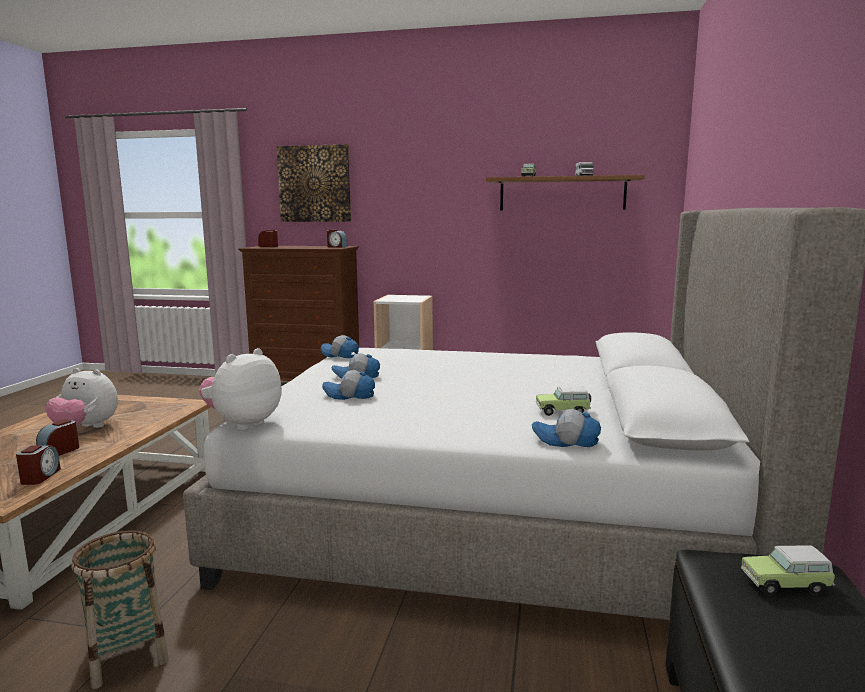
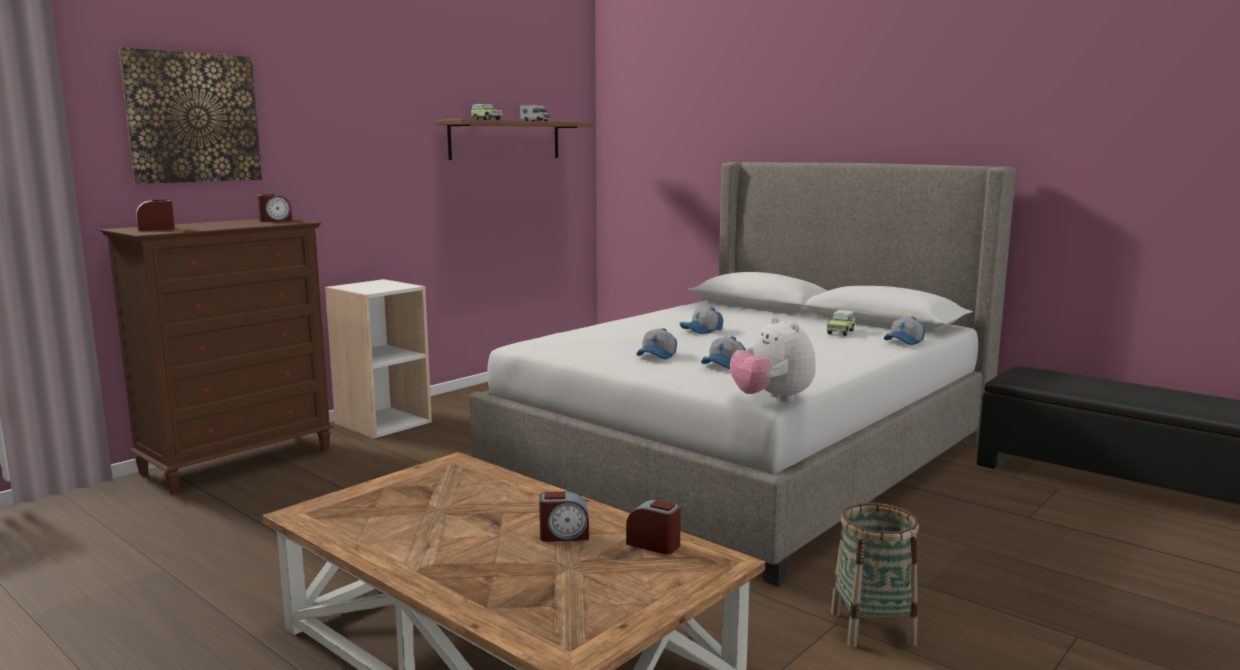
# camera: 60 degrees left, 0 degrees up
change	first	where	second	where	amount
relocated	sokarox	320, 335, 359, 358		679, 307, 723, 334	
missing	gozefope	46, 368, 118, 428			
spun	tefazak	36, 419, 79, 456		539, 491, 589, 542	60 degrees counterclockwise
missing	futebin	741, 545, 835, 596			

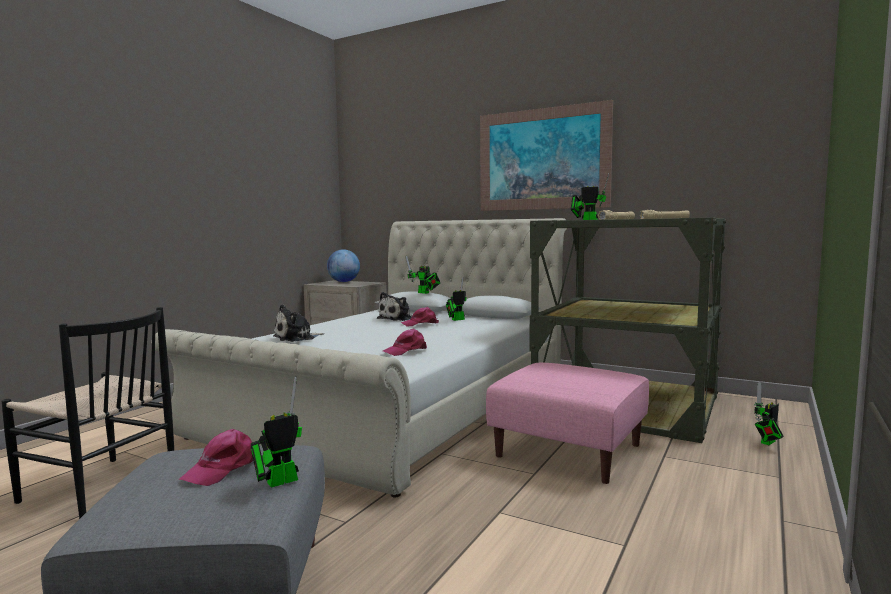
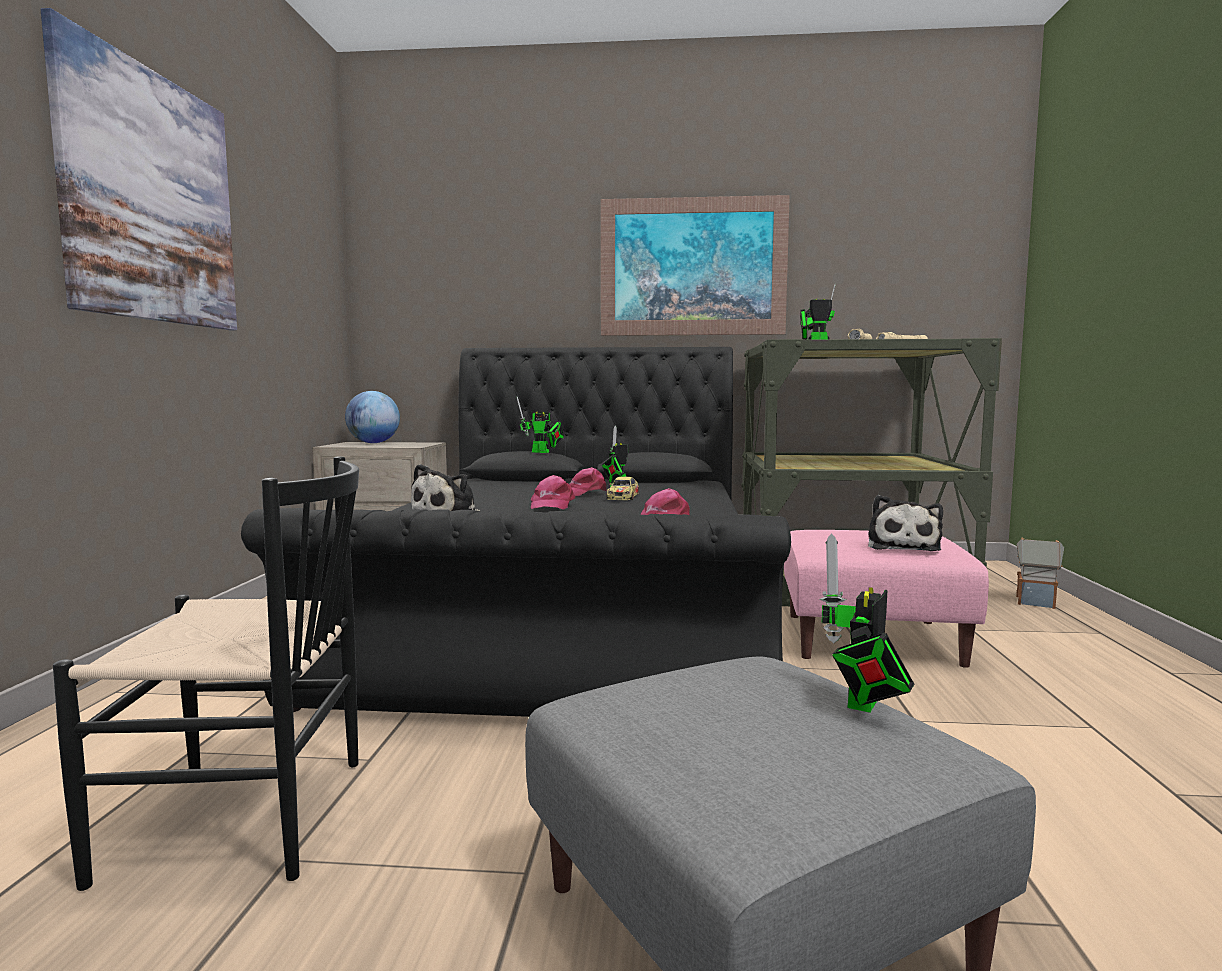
# camera: 25 degrees left, 0 degrees up
change	first	where	second	where	amount
colour	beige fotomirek	151, 218, 567, 497	black fotomirek	241, 347, 791, 717	
relocated	gozefope	377, 292, 412, 321		868, 495, 943, 551	
exchanged	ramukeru	754, 381, 783, 445	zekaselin	1016, 537, 1064, 609	
relocated	pink sokarox	179, 429, 253, 486		531, 475, 575, 510	
appeared			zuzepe	41, 8, 237, 330	
appeared			futebin	606, 477, 639, 500	

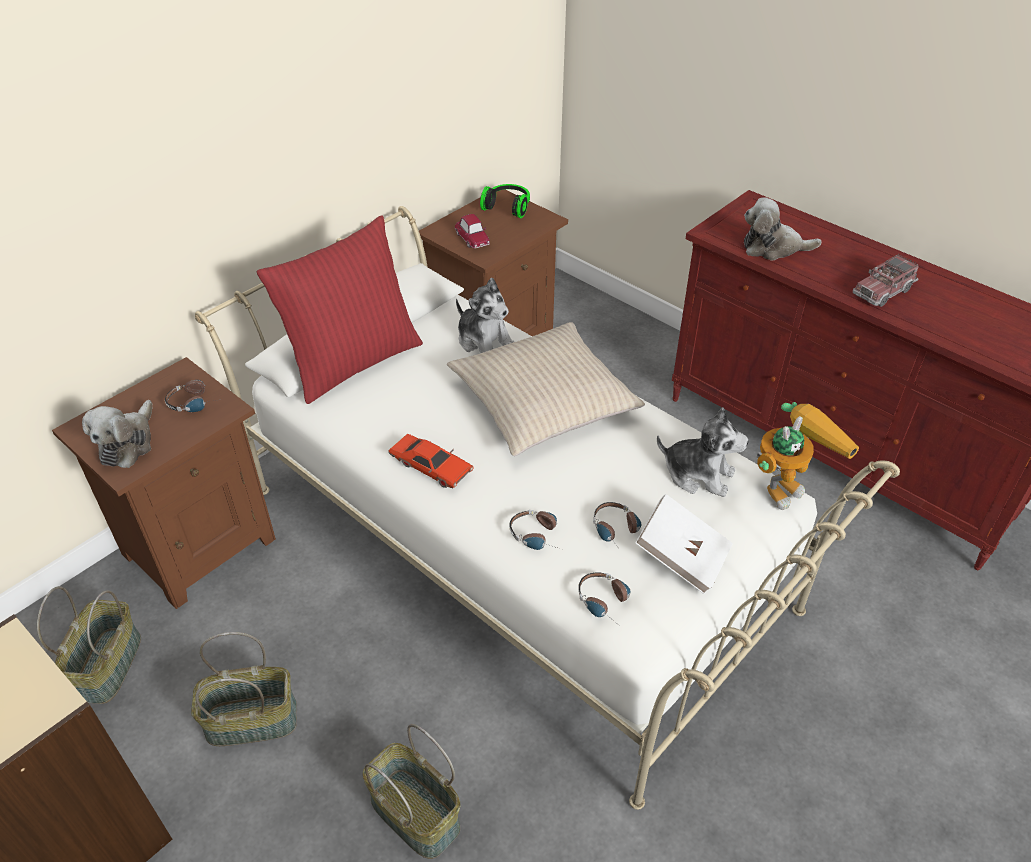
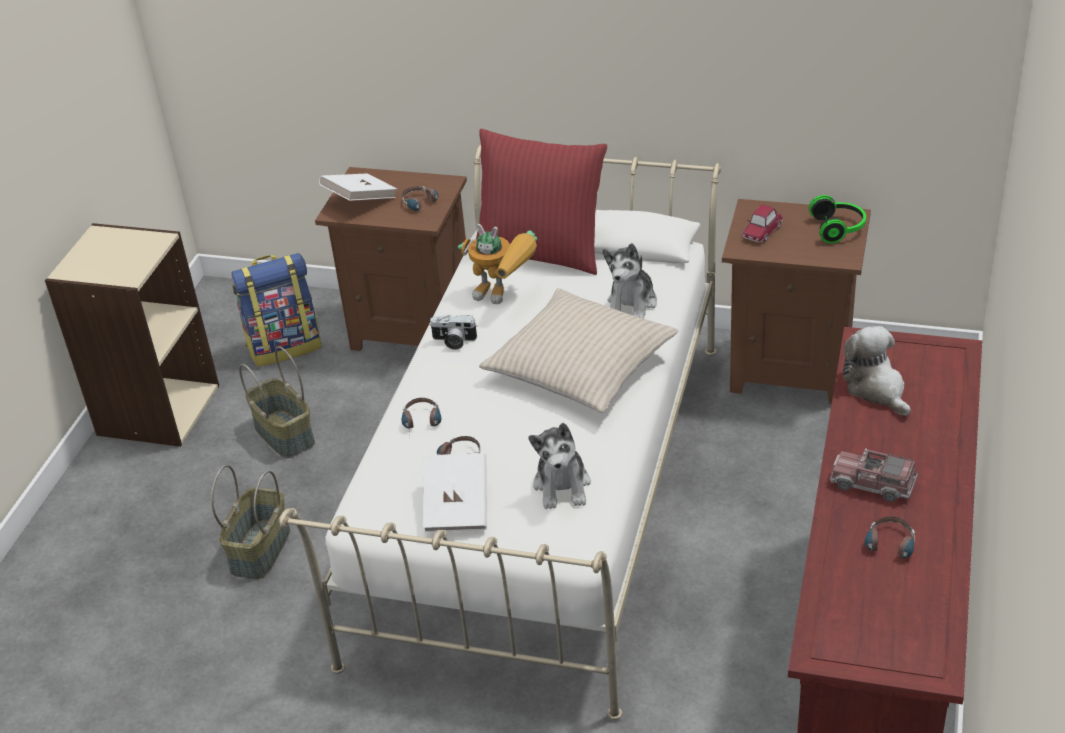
# camera: 65 degrees right, 5 degrees down
change	first	where	second	where	amount
exchanged	gozefope	82, 400, 153, 468	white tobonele	319, 174, 397, 201	
relocated	ramukeru	756, 402, 859, 510		458, 224, 537, 304	
exchanged	red futebin	388, 433, 474, 489	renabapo	429, 315, 477, 350	
relocated	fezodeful	578, 573, 630, 628		865, 516, 915, 564	
exchanged	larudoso	37, 586, 141, 704	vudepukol	231, 253, 322, 367	

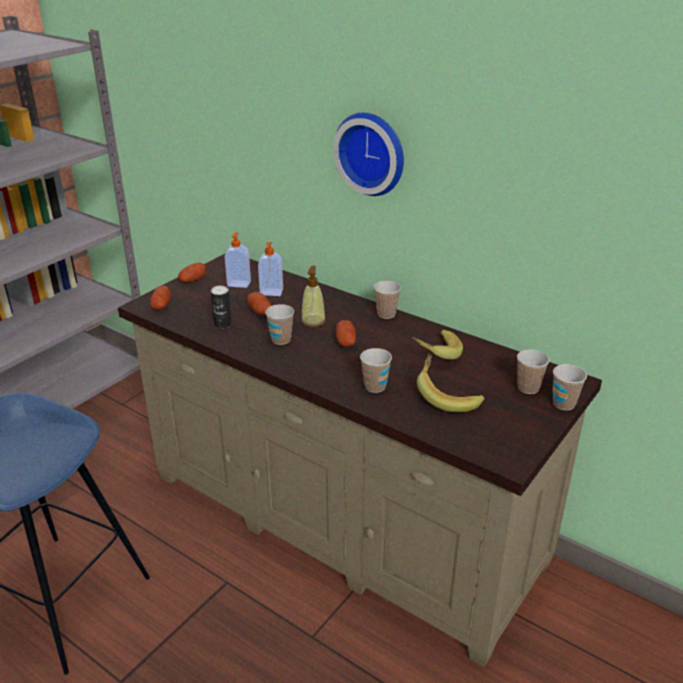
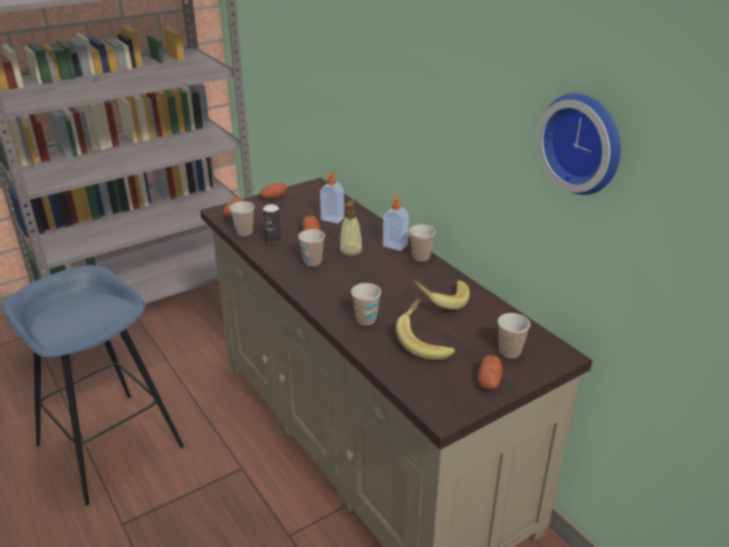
# camera: 20 degrees right, 0 degrees up
change	first	where	second	where	amount
relocated	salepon	333, 113, 404, 196		537, 93, 620, 195	
relocated	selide	225, 232, 251, 288		383, 195, 409, 251	
relocated	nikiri	336, 320, 356, 347		478, 355, 503, 389	
relocated	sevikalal	553, 364, 587, 410		230, 201, 255, 236	

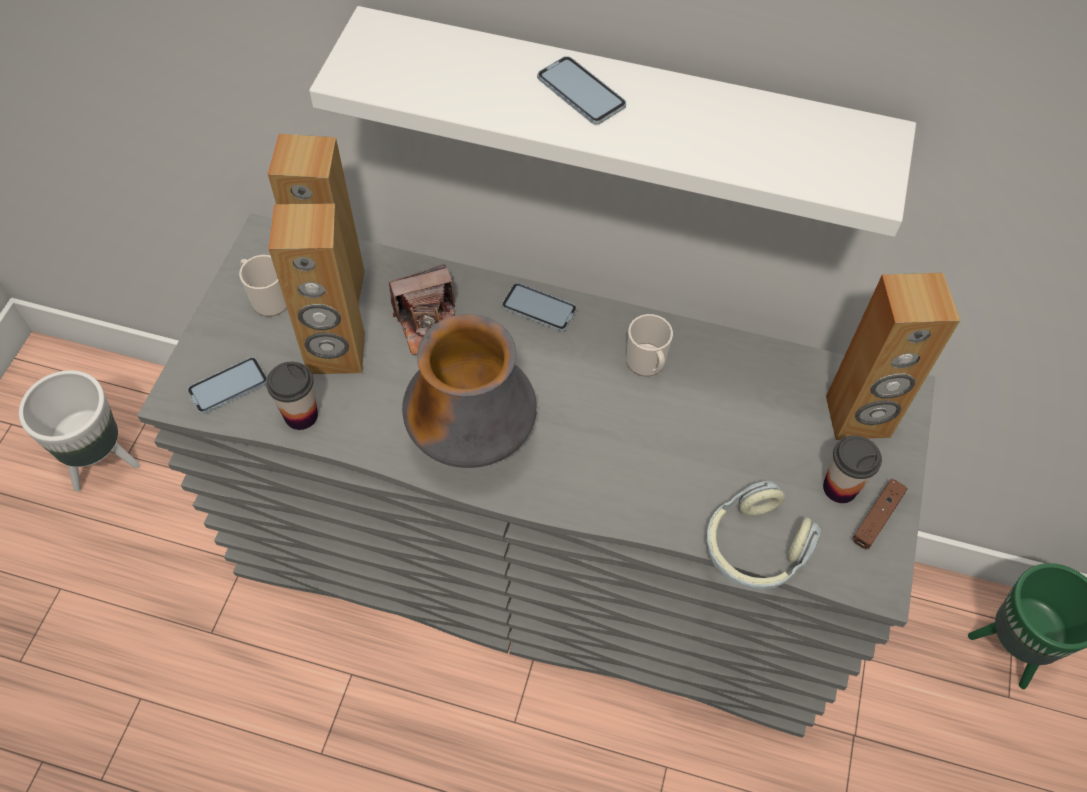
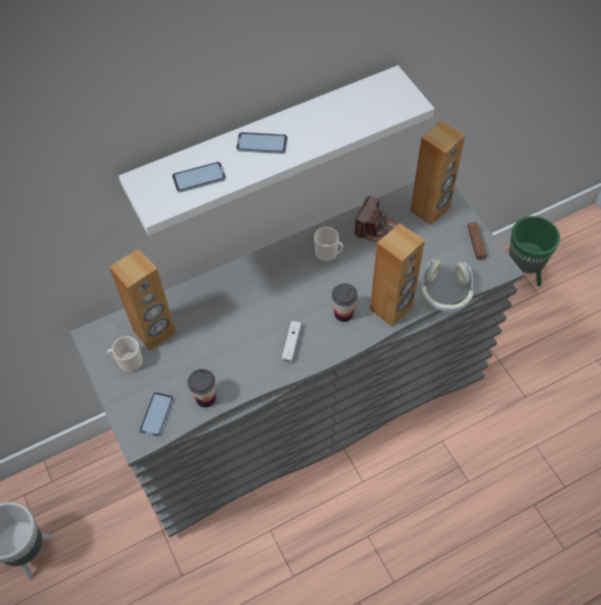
# camera: 40 degrees left, 0 degrees up
change	first	where	second	where	amount
relocated	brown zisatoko	269, 203, 365, 374		370, 223, 425, 327	
relocated	renabapo	389, 264, 456, 355		354, 195, 399, 242	
relocated	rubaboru	502, 283, 577, 331		172, 162, 226, 193	
exchanged	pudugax	402, 314, 537, 468	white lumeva	282, 321, 301, 363	
relocated	sevikalal	823, 435, 882, 503		332, 283, 358, 322	

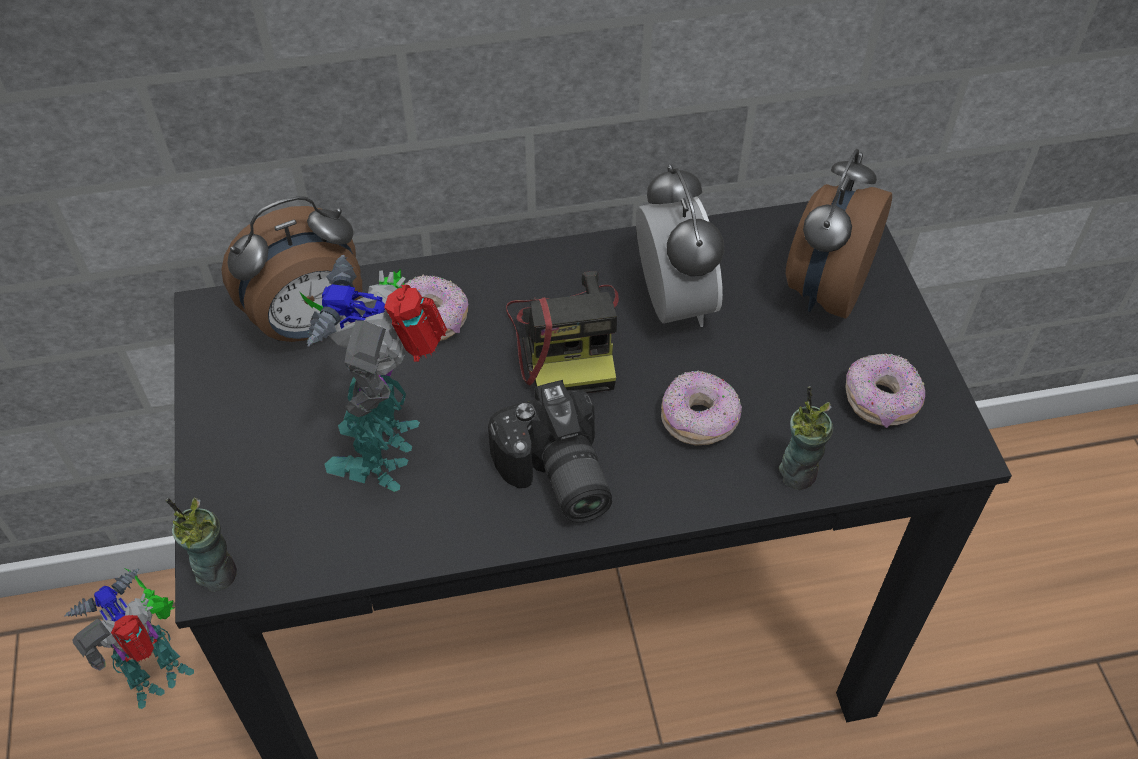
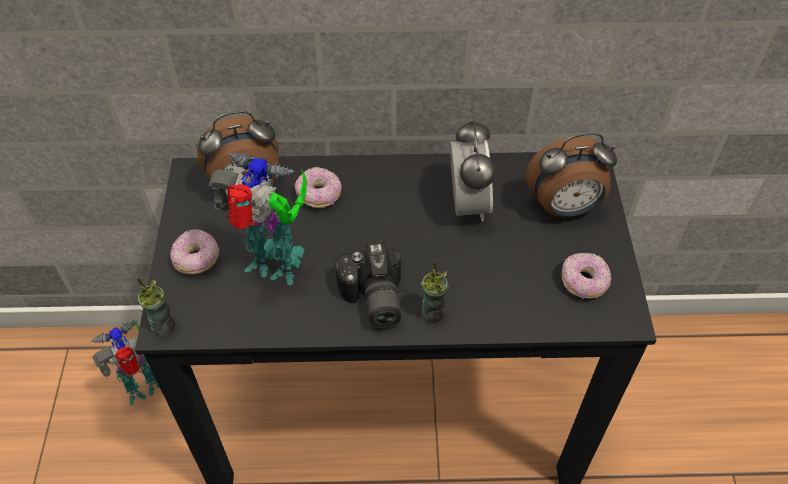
# camera: 10 degrees right, 0 degrees up
change	first	where	second	where	amount
spun	tefazak	786, 149, 892, 318		526, 133, 617, 217	135 degrees counterclockwise
spun	ramukeru	299, 255, 447, 492		208, 153, 308, 285	90 degrees clockwise
missing	renabapo	506, 271, 619, 393			
relocated	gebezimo	661, 371, 742, 445		170, 229, 219, 275	
relocated	sevikalal	779, 386, 833, 490		421, 260, 448, 323	

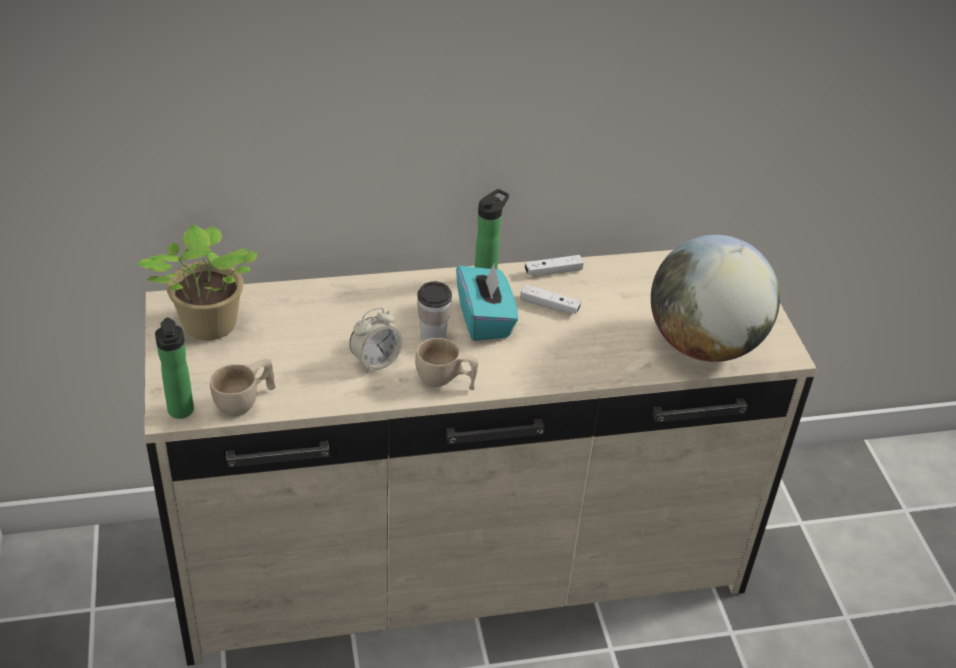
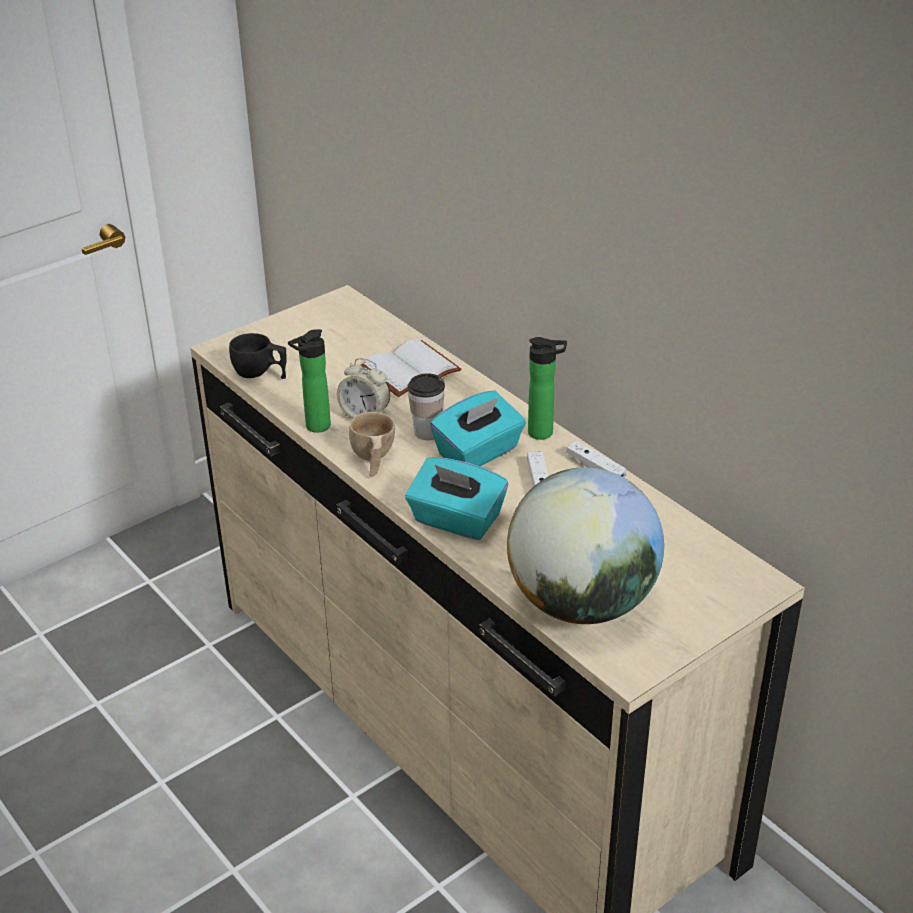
# camera: 65 degrees right, 5 degrees down
change	first	where	second	where	amount
missing	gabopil	136, 224, 257, 340			
relocated	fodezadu	155, 317, 194, 419		288, 329, 331, 433	
colour	beige sevikalal	210, 359, 276, 416	black sevikalal	229, 333, 287, 379	
appeared			white tobonele	361, 339, 461, 397	
appeared			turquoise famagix	405, 457, 508, 540	

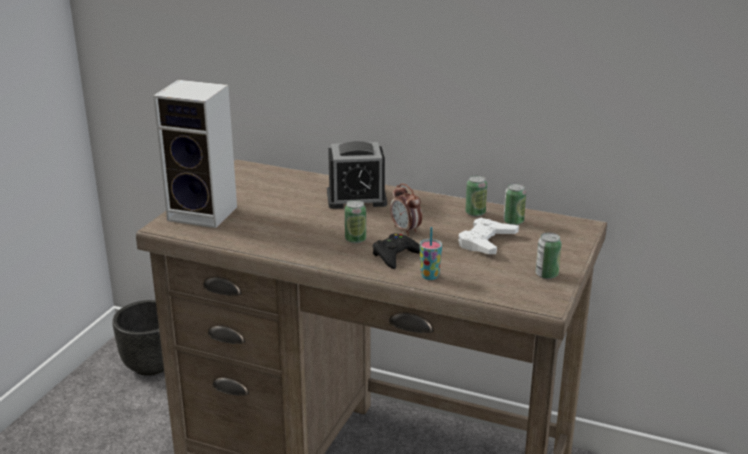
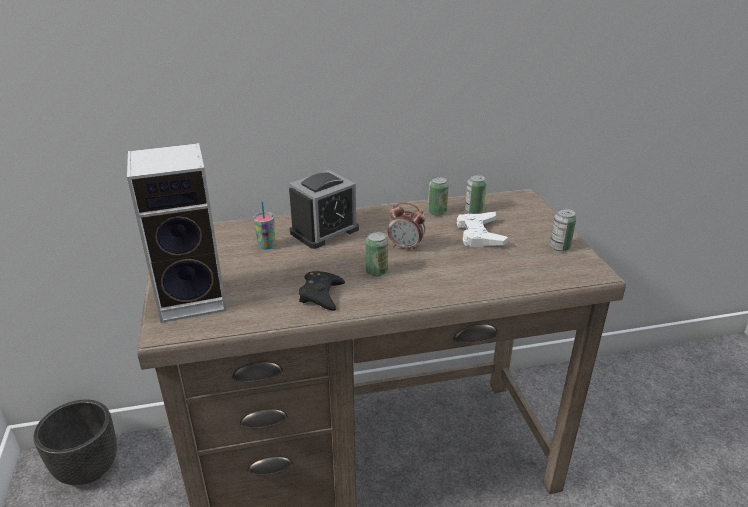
# camera: 35 degrees left, 5 degrees up
change	first	where	second	where	amount
relocated	sevikalal	419, 227, 442, 280		253, 201, 275, 250	
relocated	black lumeva	373, 233, 420, 269		299, 271, 345, 311	

